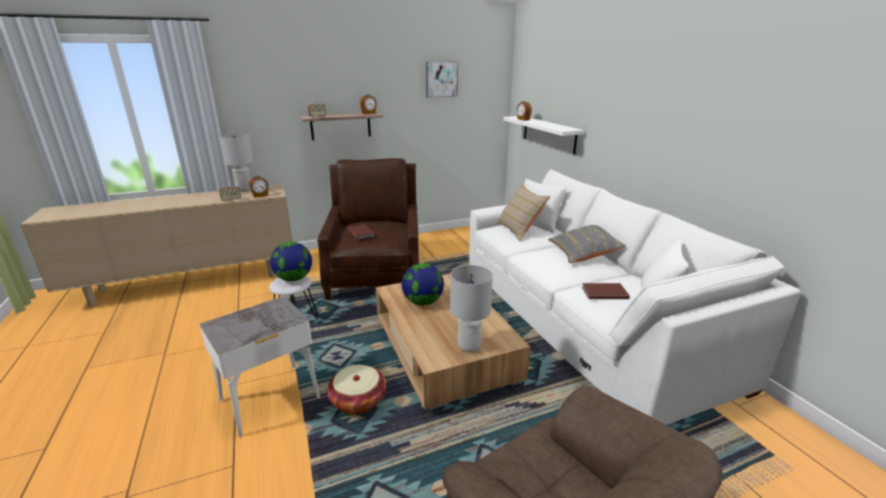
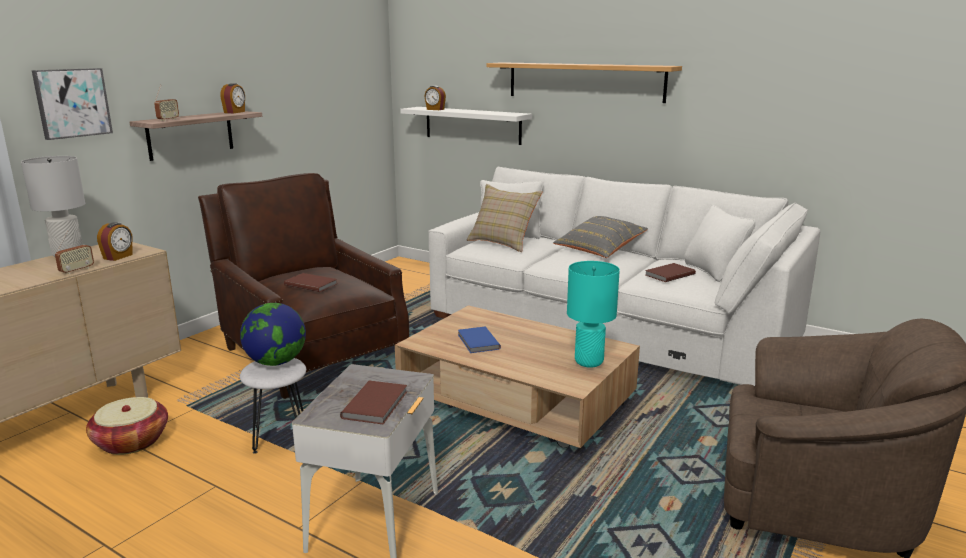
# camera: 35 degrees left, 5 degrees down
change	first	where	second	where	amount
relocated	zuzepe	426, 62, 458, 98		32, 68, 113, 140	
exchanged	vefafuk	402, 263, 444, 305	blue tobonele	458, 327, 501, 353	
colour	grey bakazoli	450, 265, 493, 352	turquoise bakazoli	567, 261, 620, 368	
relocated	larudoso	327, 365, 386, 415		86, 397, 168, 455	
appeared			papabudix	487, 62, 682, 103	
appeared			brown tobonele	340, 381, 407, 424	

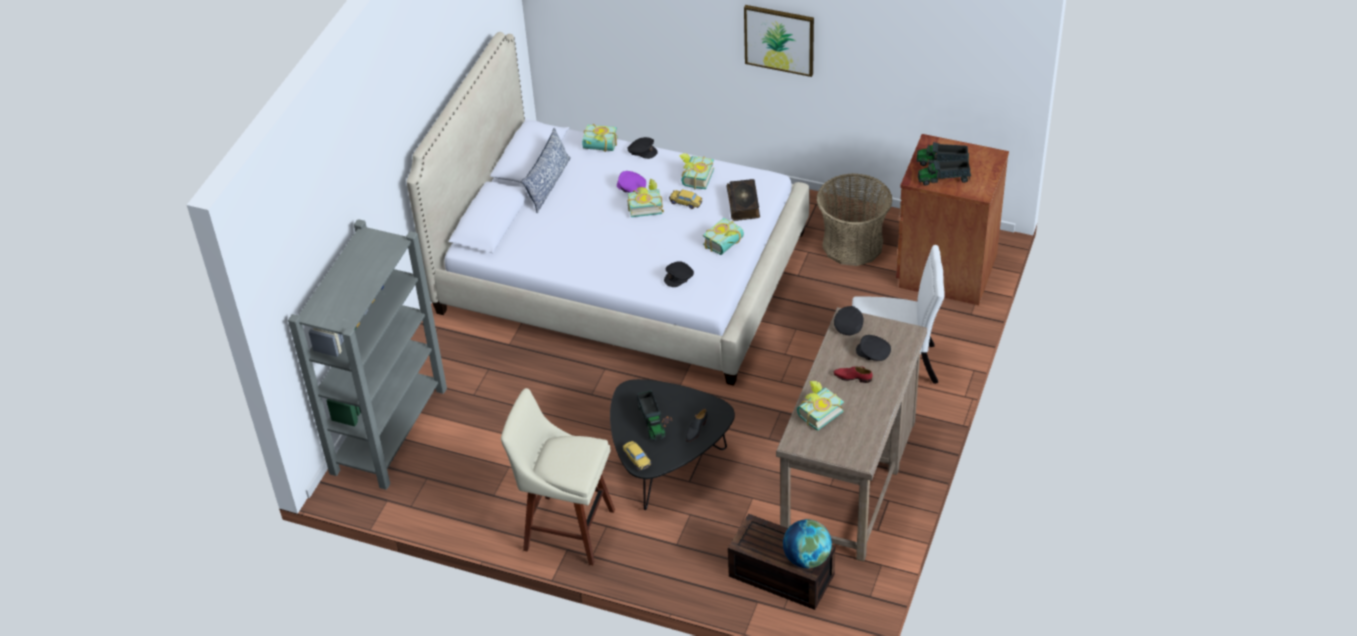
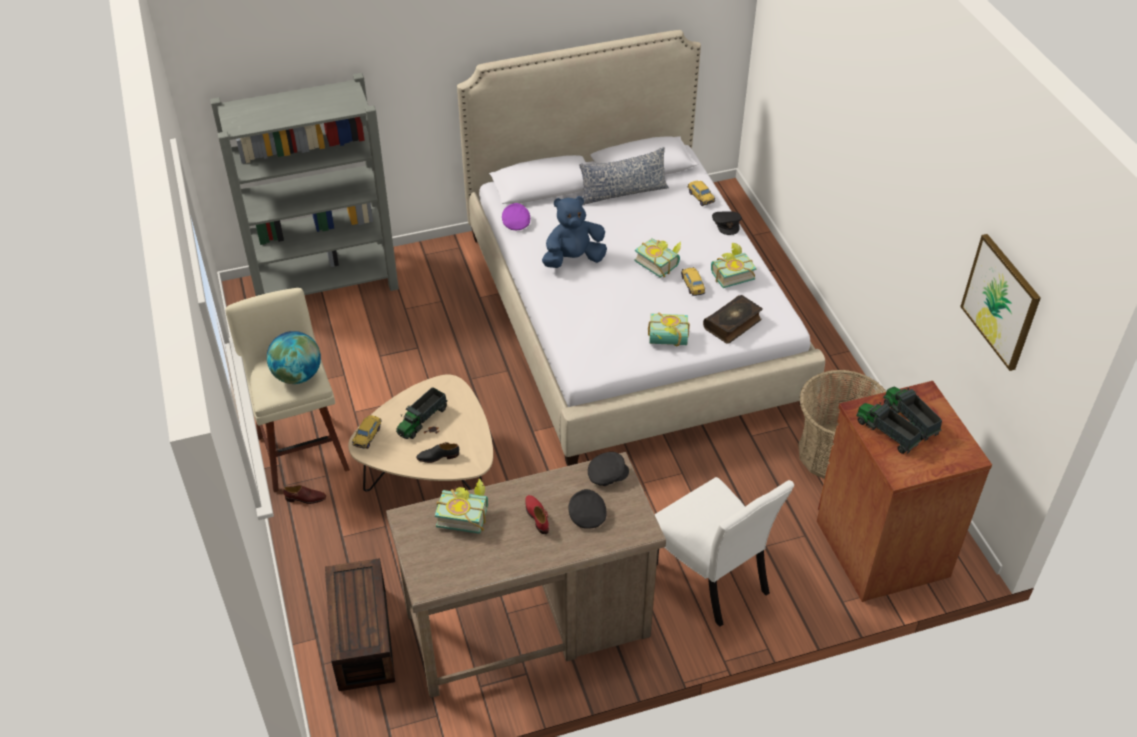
# camera: 50 degrees right, 0 degrees up
change	first	where	second	where	amount
relocated	zuzepe	744, 5, 814, 77		960, 234, 1041, 371	
exchanged	tobonele	582, 124, 618, 152	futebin	687, 181, 715, 206	
relocated	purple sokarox	617, 171, 646, 192		502, 203, 530, 230	
missing	black sokarox	664, 261, 694, 287			
colour	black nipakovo	610, 379, 735, 510	beige nipakovo	348, 374, 493, 491	
relocated	vefafuk	783, 519, 832, 568		267, 331, 321, 384	
appeared			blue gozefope	542, 196, 607, 268	
appeared			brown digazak	284, 485, 326, 504	

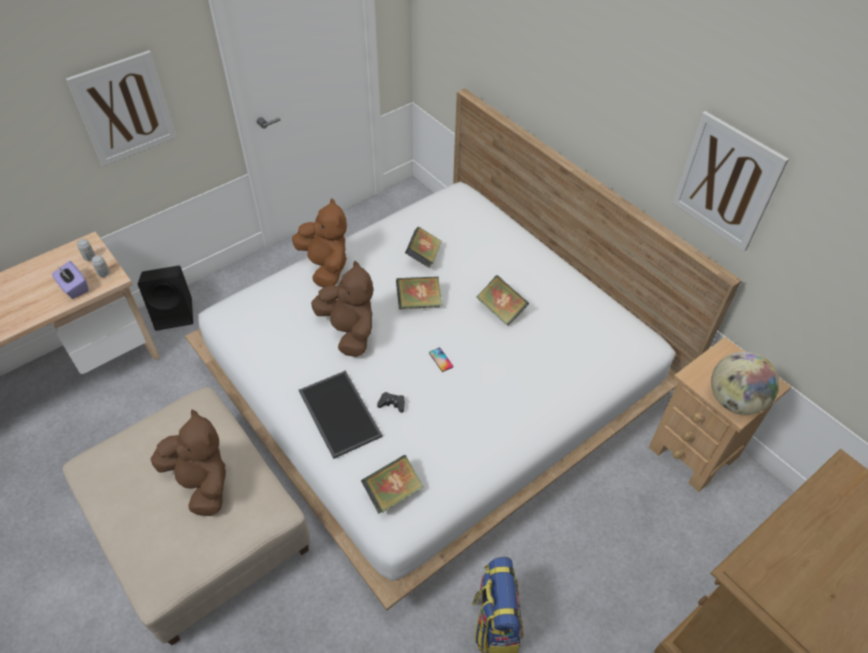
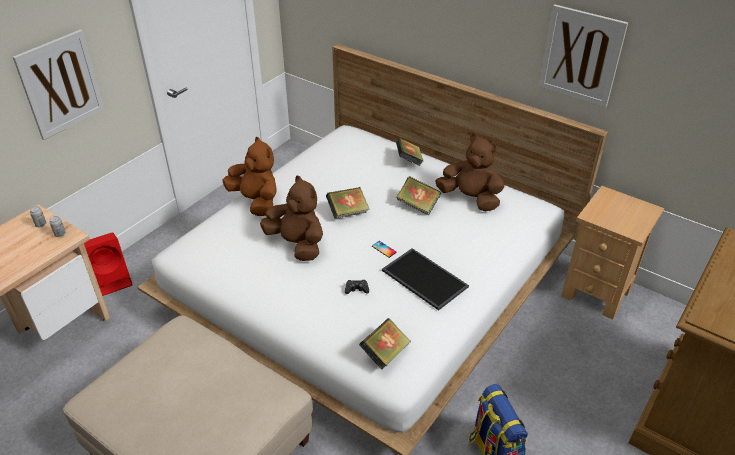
# camera: 15 degrees left, 10 degrees down
change	first	where	second	where	amount
relocated	tobonele	405, 227, 442, 268		396, 138, 423, 166	
missing	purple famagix	52, 261, 89, 299			
colour	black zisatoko	138, 266, 193, 331	red zisatoko	84, 232, 133, 296	
missing	vefafuk	711, 352, 779, 415			
relocated	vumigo	299, 371, 383, 459		382, 248, 469, 311	
relocated	brown gozefope	150, 409, 226, 516		435, 134, 504, 211	

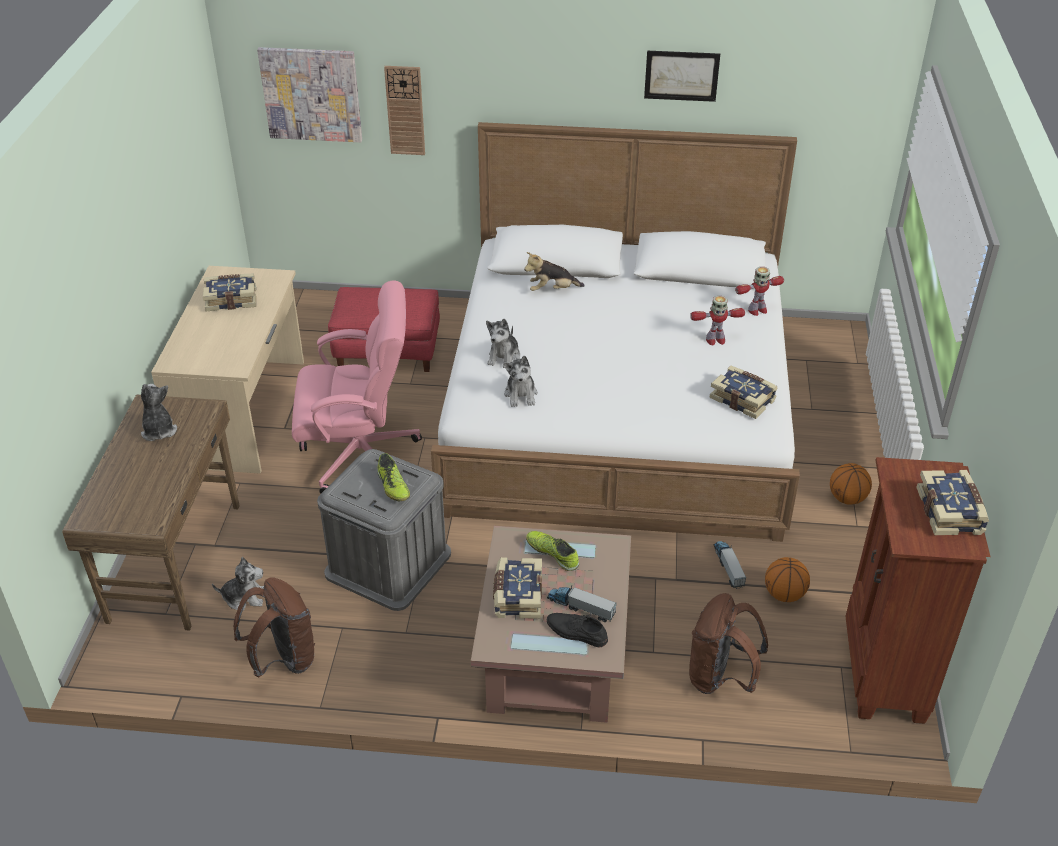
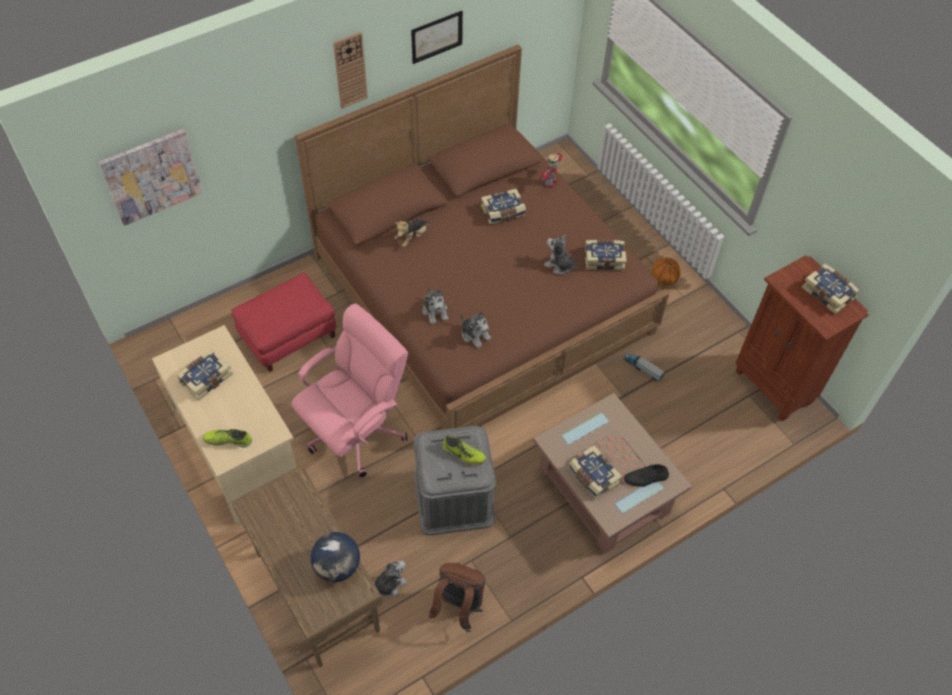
# camera: 40 degrees left, 15 degrees up
change	first	where	second	where	amount
relocated	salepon	384, 66, 425, 155		333, 32, 368, 109	
colour	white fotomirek	431, 122, 800, 542	brown fotomirek	295, 45, 670, 429	
missing	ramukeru	690, 295, 745, 345			
relocated	gozefope	141, 384, 177, 441		544, 234, 579, 275	
relocated	digazak	526, 531, 579, 571		203, 429, 252, 447	
missing	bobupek	765, 557, 810, 602			
missing	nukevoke	547, 585, 617, 622			
missing	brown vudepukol	689, 593, 768, 694			
appeared			tobonele	481, 189, 526, 224	
appeared			vefafuk	310, 532, 360, 582	

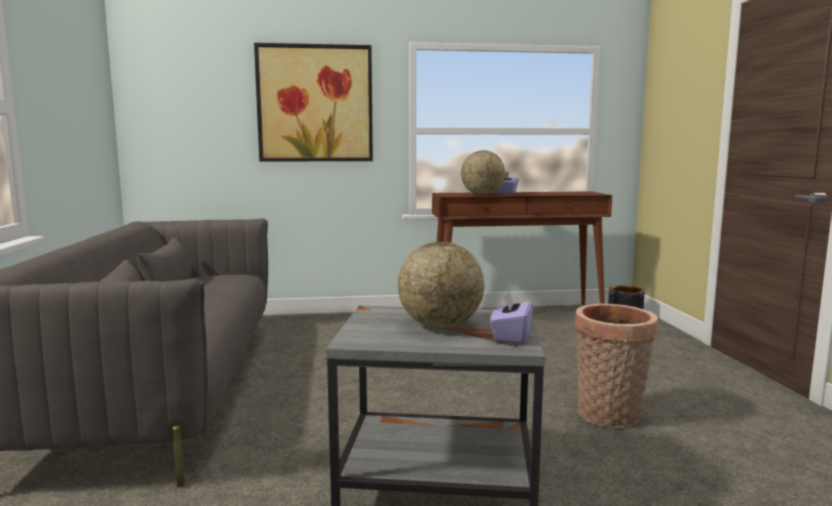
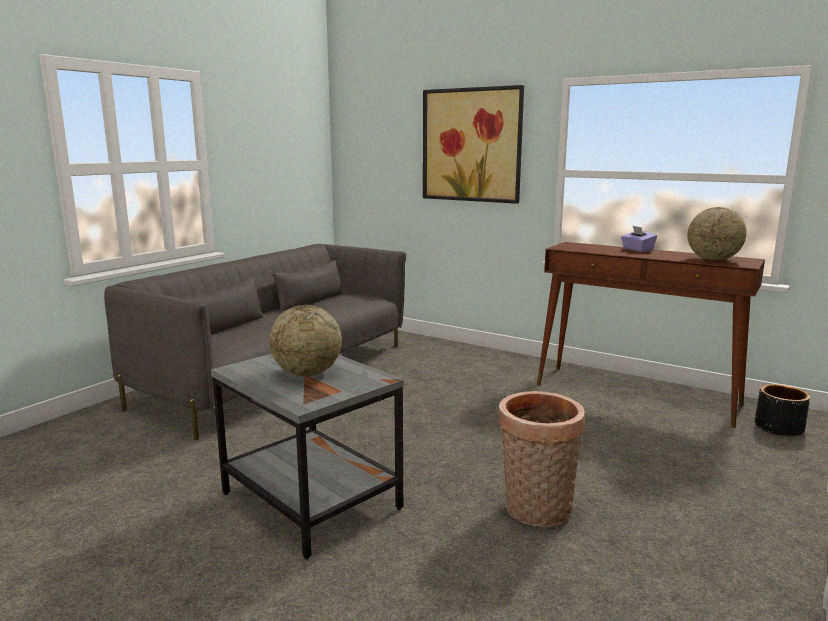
# camera: 40 degrees right, 5 degrees up
change	first	where	second	where	amount
relocated	vefafuk	461, 150, 505, 195		687, 207, 747, 261	
missing	purple famagix	490, 290, 533, 344			

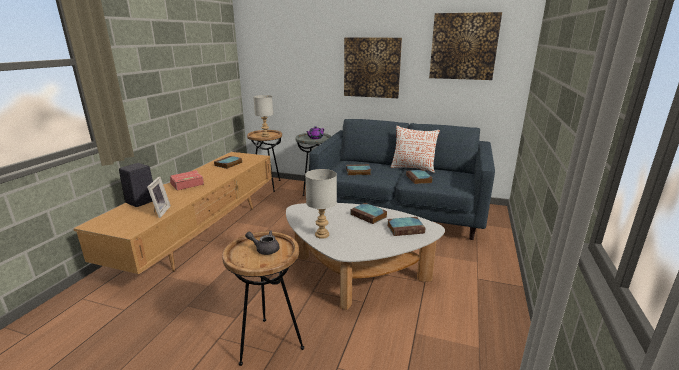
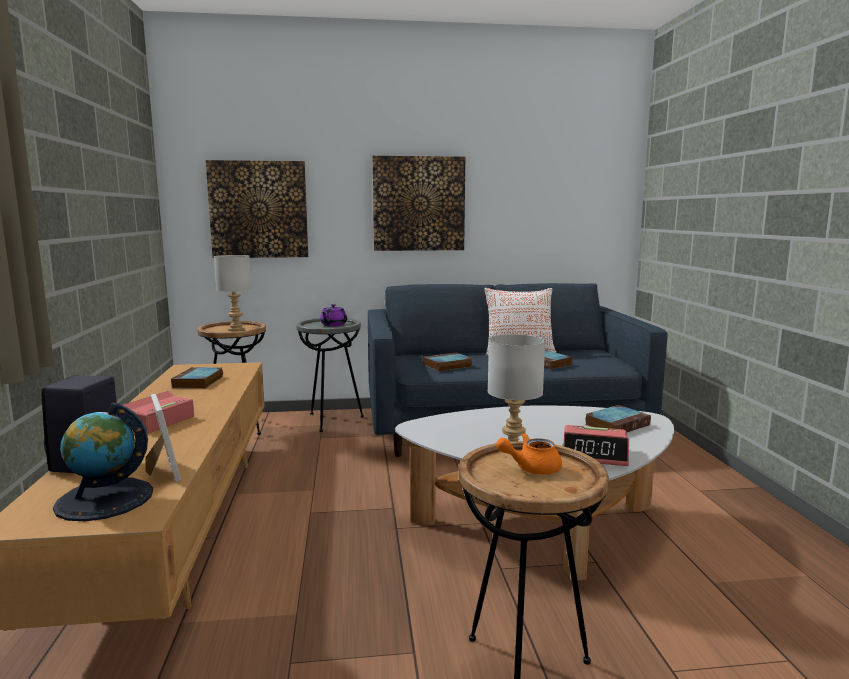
# camera: 25 degrees left, 10 degrees down
change	first	where	second	where	amount
relocated	zuzepe	429, 12, 502, 80		206, 160, 308, 258	
missing	tobonele	350, 203, 387, 224			
colour	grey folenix	245, 230, 279, 255	orange folenix	496, 433, 562, 475	
appeared			vefafuk	53, 403, 153, 521	
appeared			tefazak	564, 425, 629, 466	

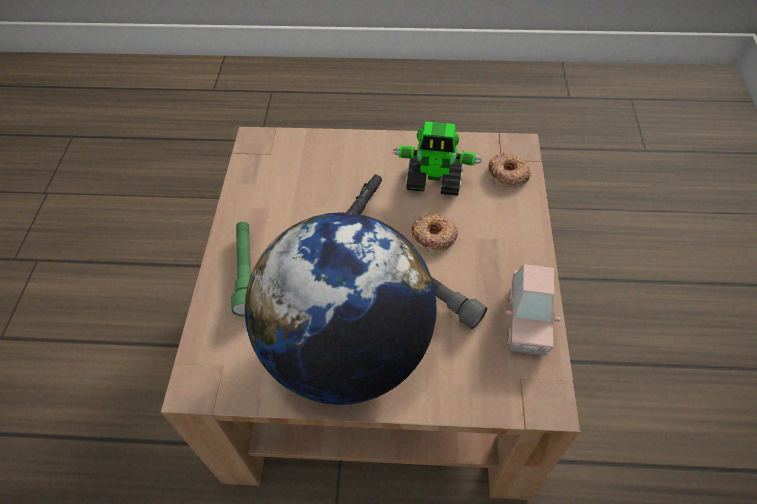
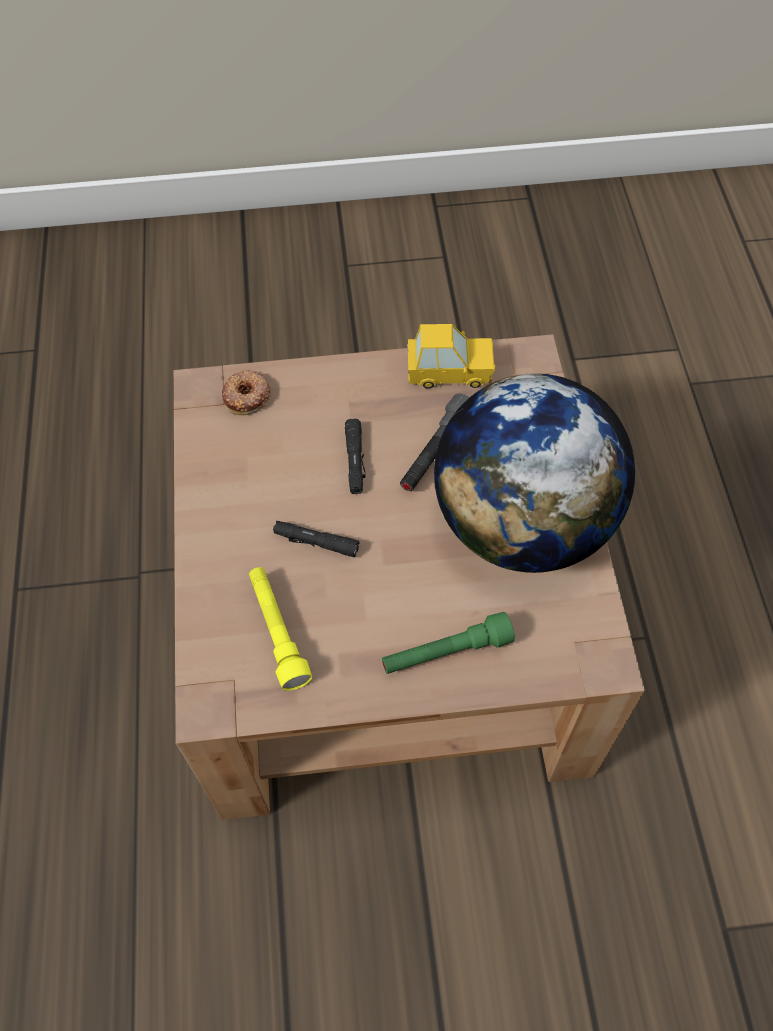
# camera: 100 degrees left, 5 degrees up
change	first	where	second	where	amount
missing	ramukeru	393, 121, 482, 196			
exchanged	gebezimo	412, 214, 458, 252	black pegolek	345, 419, 365, 494	
colour	pink futebin	506, 264, 561, 356	yellow futebin	407, 324, 495, 389	
appeared			yellow pegolek	249, 567, 312, 691	

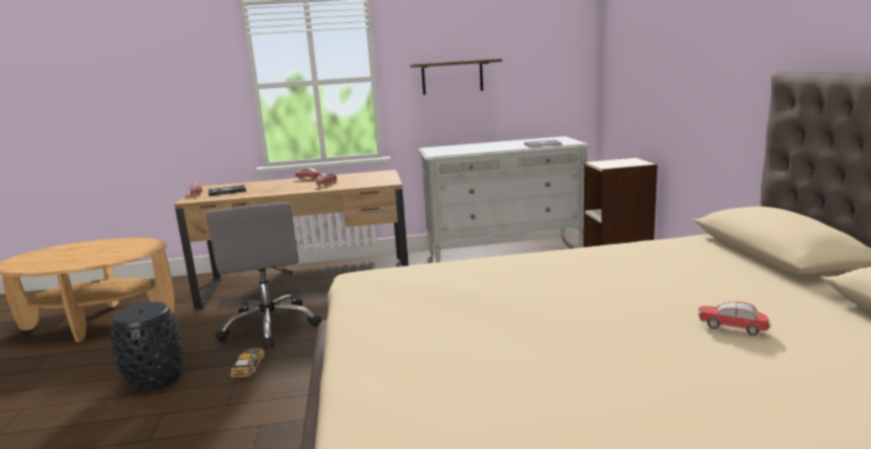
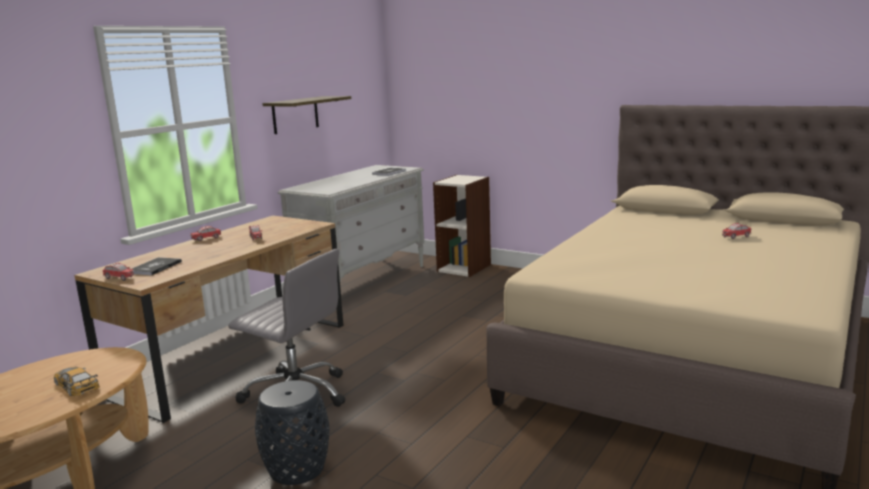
# camera: 50 degrees left, 0 degrees up
change	first	where	second	where	amount
relocated	futebin	229, 348, 265, 377		54, 367, 100, 396	

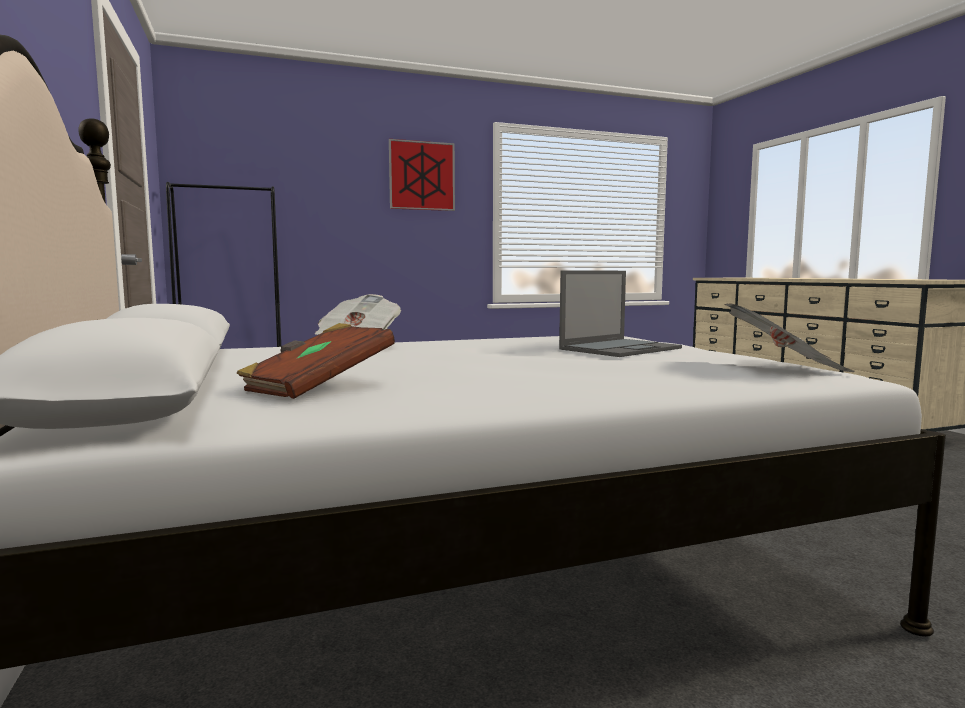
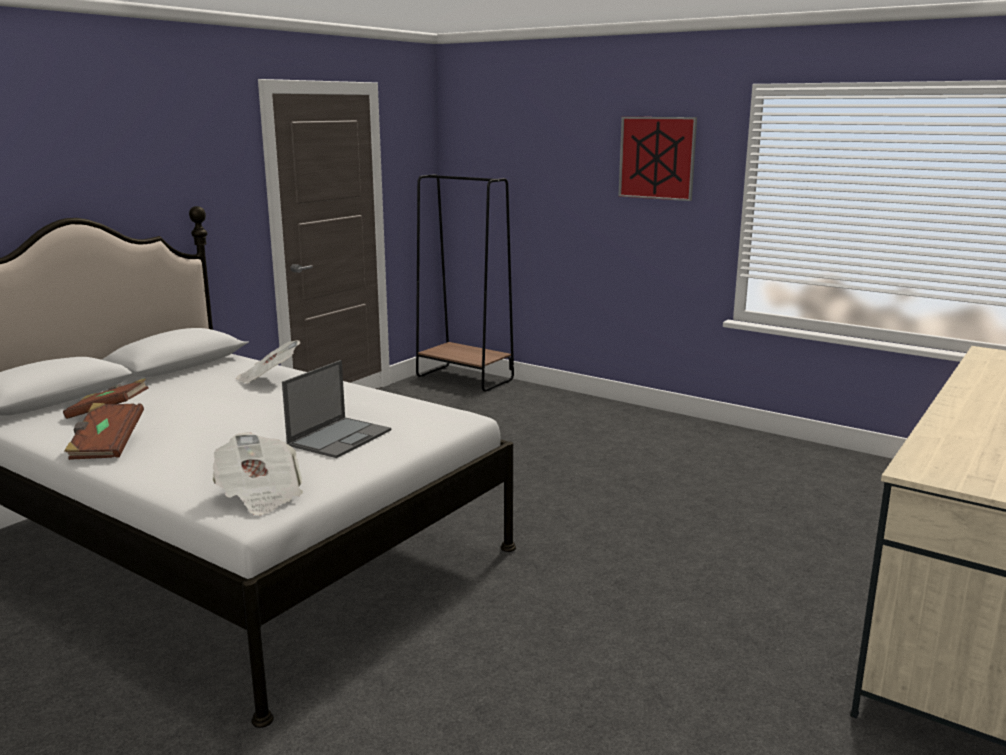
# camera: 55 degrees right, 10 degrees up
change	first	where	second	where	amount
spun	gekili	559, 270, 682, 357		282, 360, 391, 458	75 degrees counterclockwise
appeared			brown tobonele	65, 403, 144, 460	

